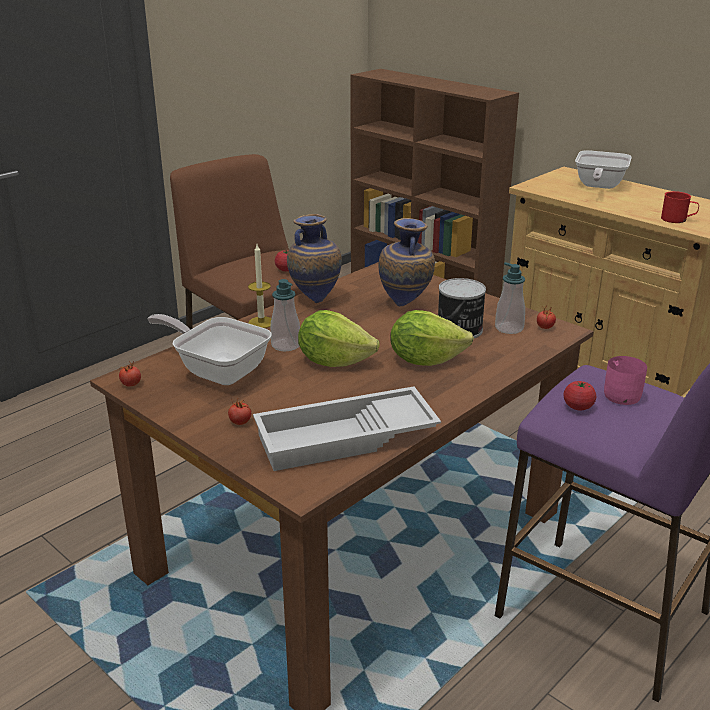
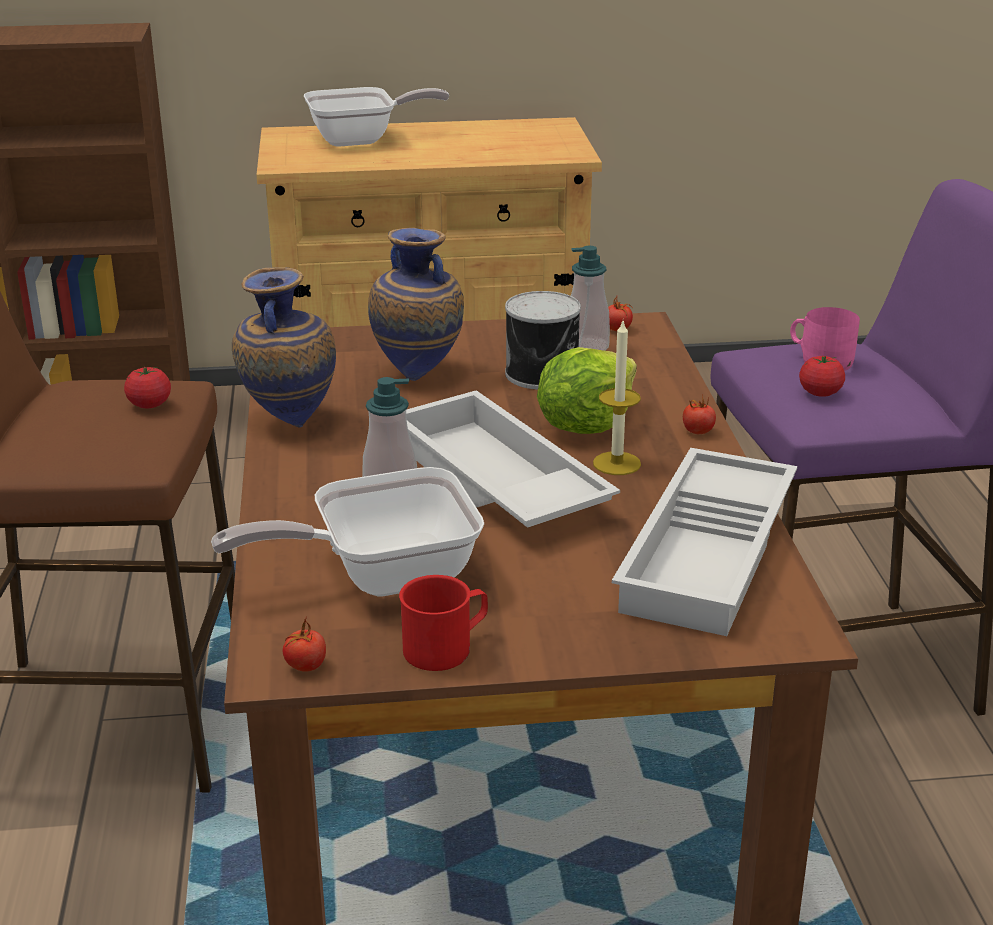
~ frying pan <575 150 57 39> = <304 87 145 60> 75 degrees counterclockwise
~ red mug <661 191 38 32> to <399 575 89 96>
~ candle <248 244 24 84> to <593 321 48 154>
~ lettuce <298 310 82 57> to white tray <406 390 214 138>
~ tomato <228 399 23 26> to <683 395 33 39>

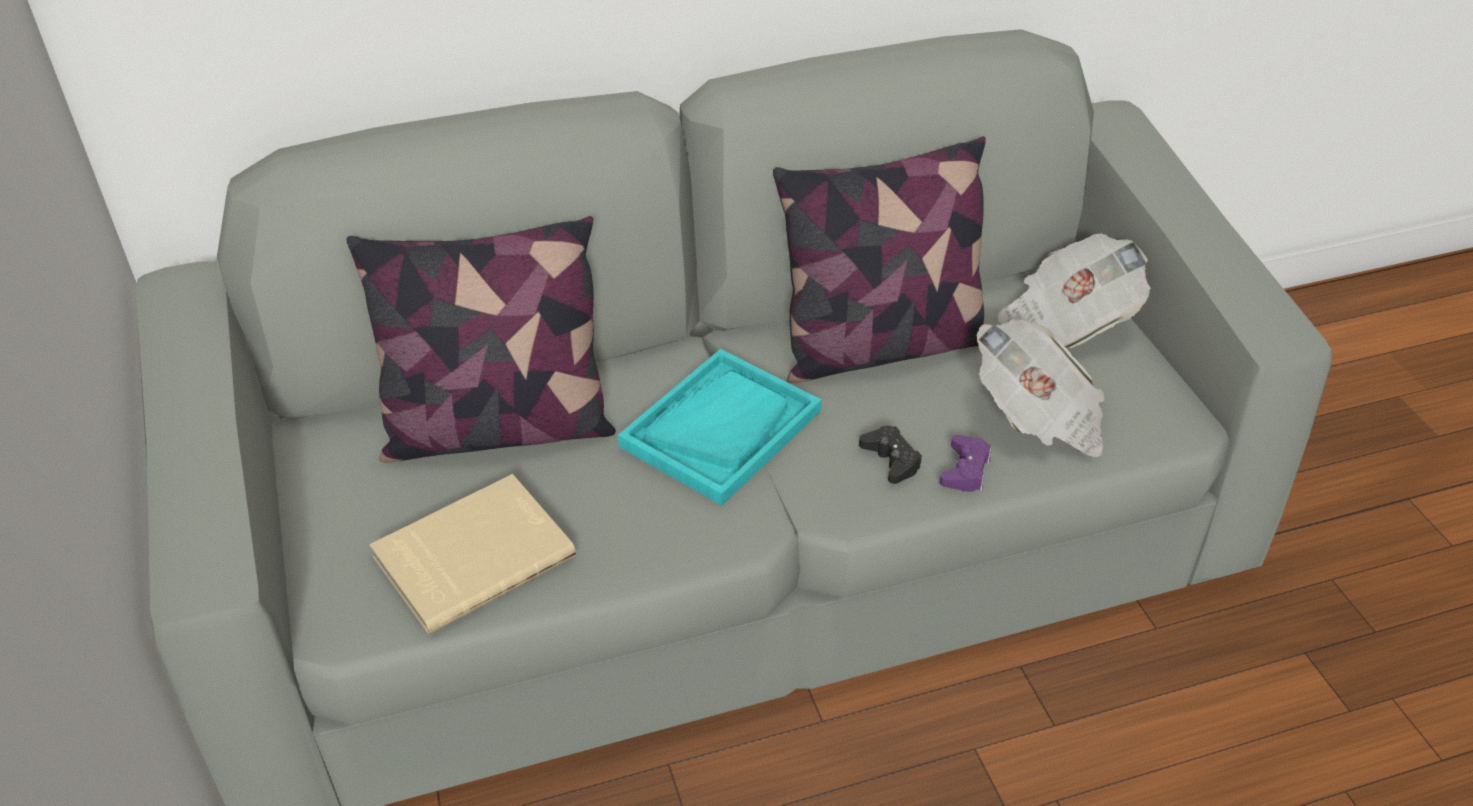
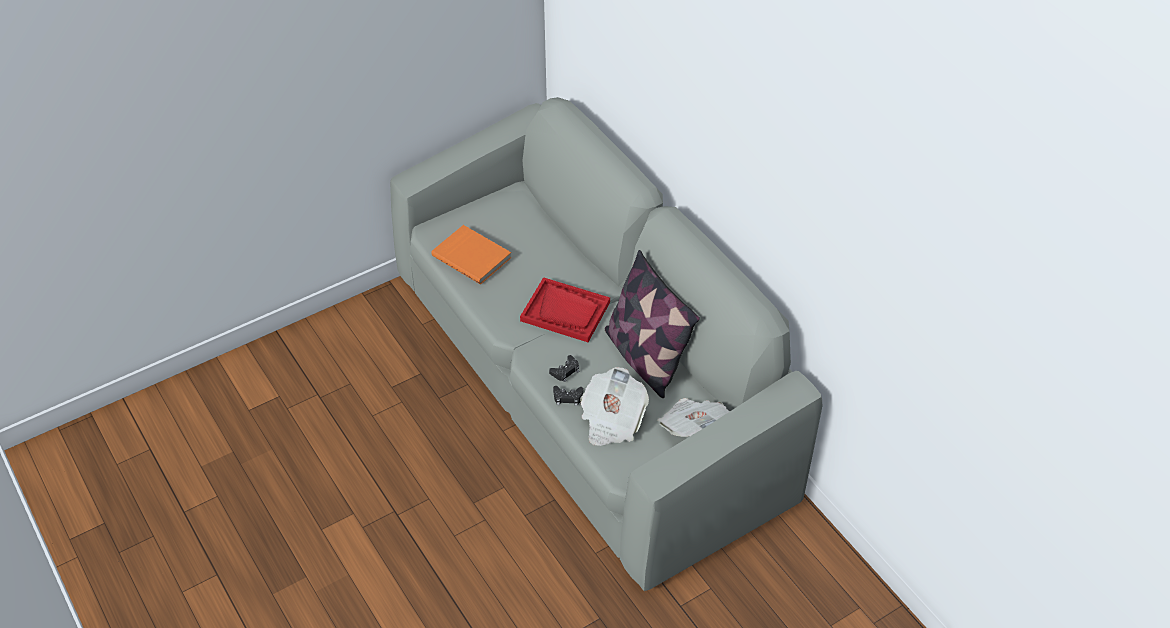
- pillow <347 216 269 247>
~ turquoise tray <618 349 204 157> to red tray <520 277 90 65>
~ purple game controller <940 435 51 57> to black game controller <553 386 31 20>
~ beige book <370 474 206 160> to orange book <431 225 81 59>

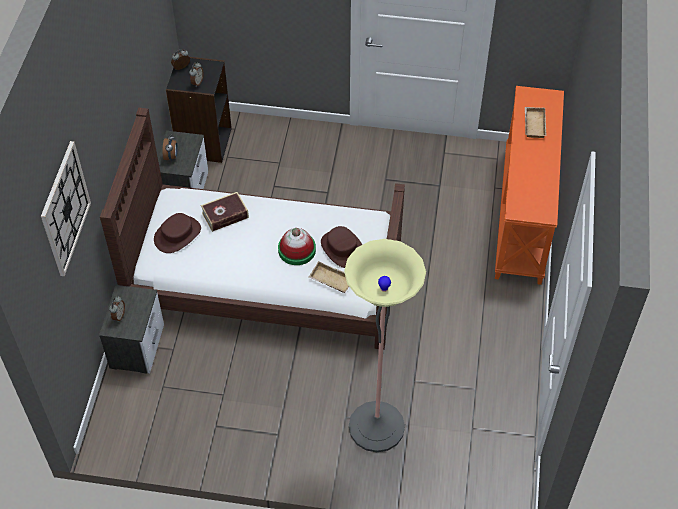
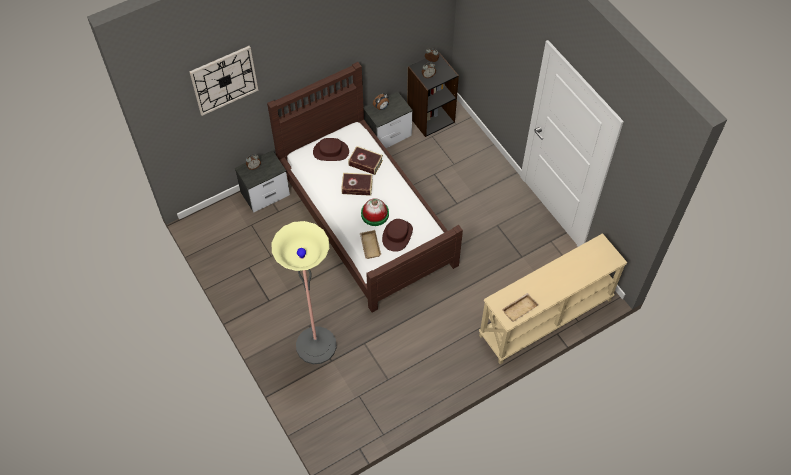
~ orange console table <495 86 69 199> to beige console table <479 233 148 131>
~ beige tray <525 107 21 31> to <502 293 36 29>
+ book <341 173 32 23>

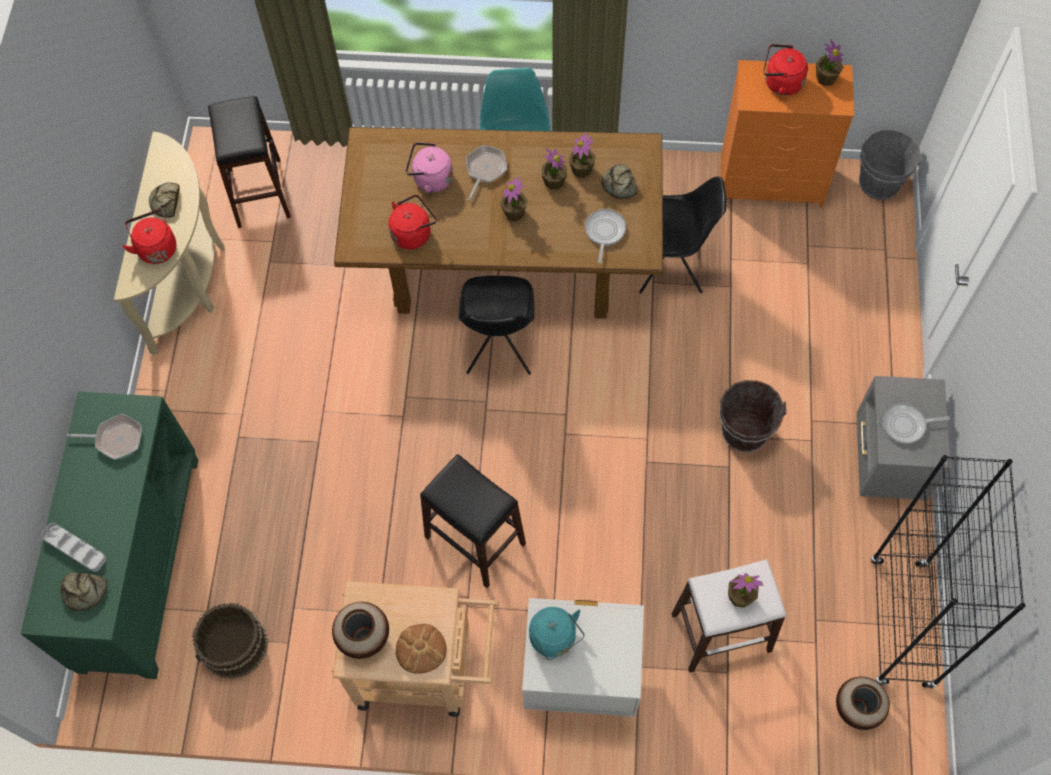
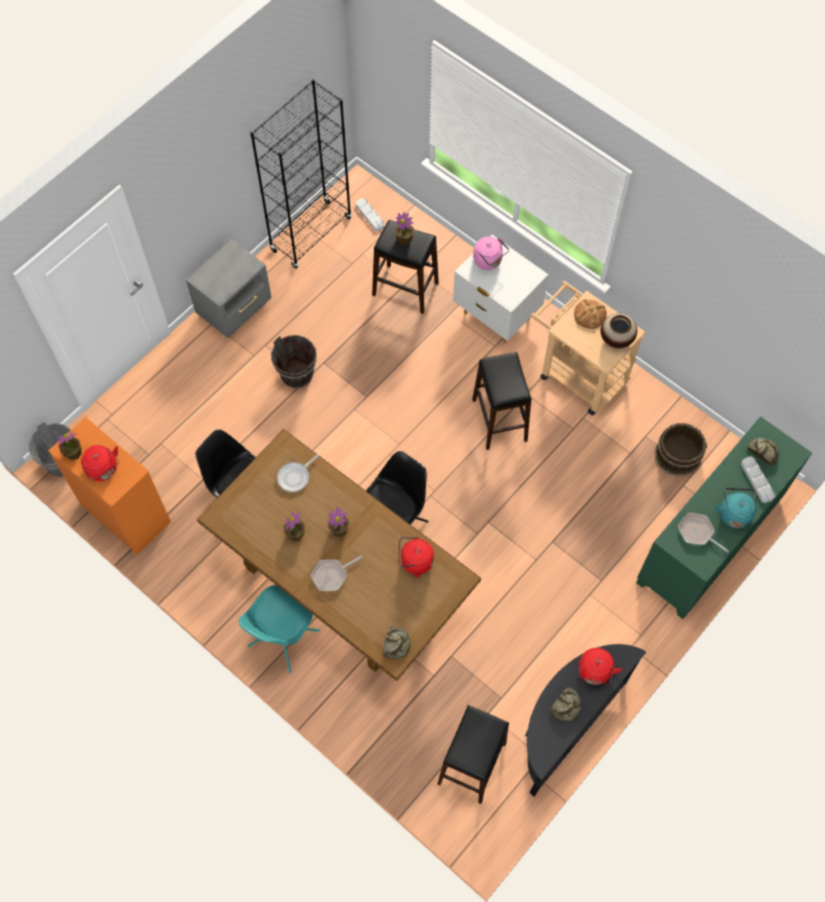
~ beige console table <114 132 111 223> to black console table <525 644 121 153>
- potted plant <569 132 27 46>
~ pink kettle <406 142 47 51> to <473 236 36 34>
~ bread <601 164 36 35> to <383 626 27 33>
- frying pan <883 403 67 41>
~ white stool <672 559 114 114> to black stool <372 220 67 94>
~ turquoise kettle <529 607 55 53> to <715 488 42 40>
~ vase <836 677 54 53> to grey tray <356 198 29 34>

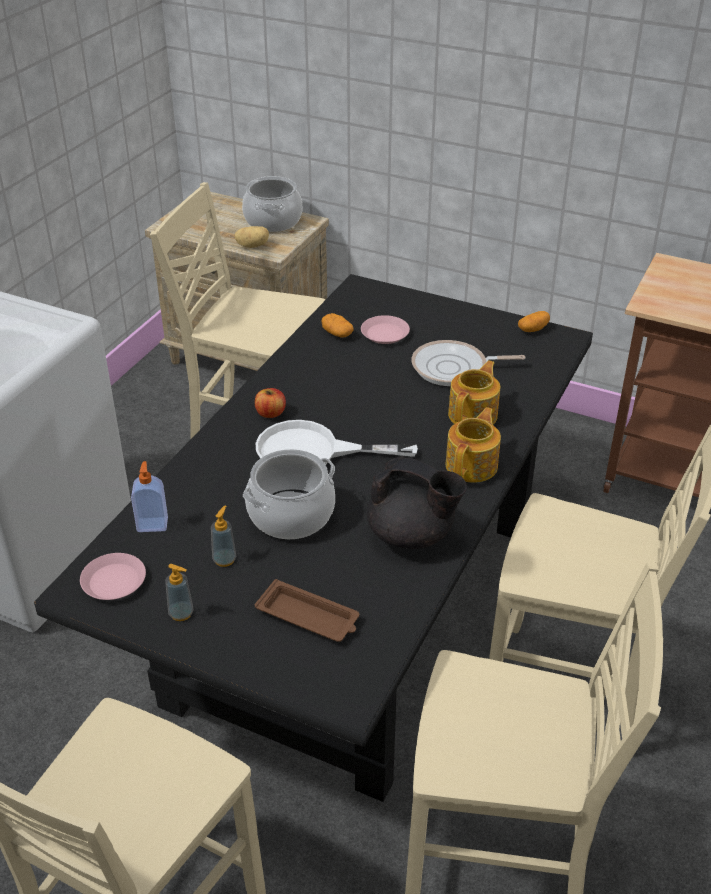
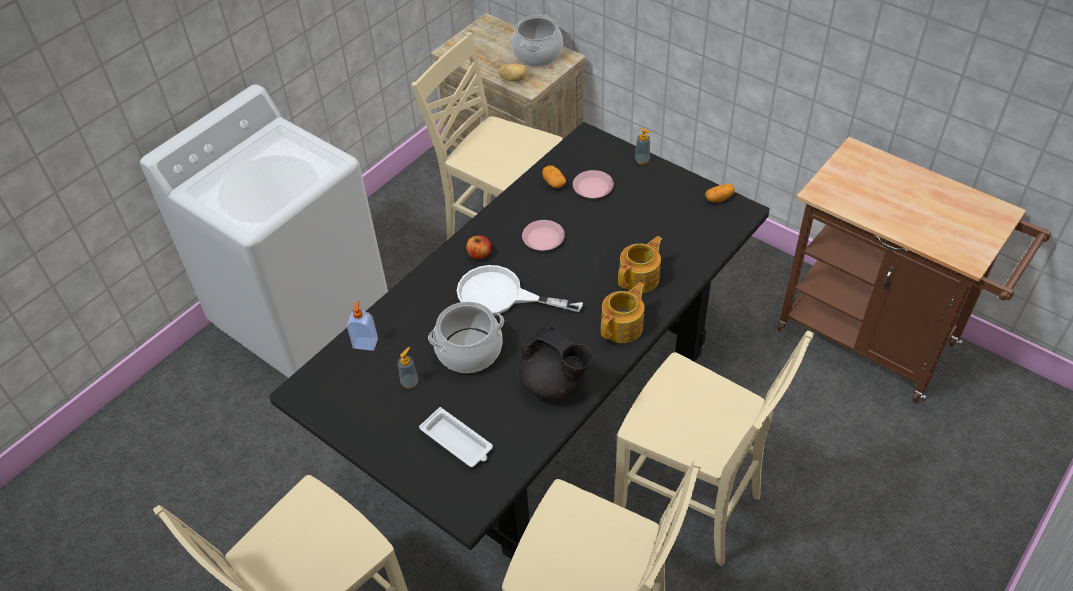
- frying pan <411 340 114 46>
~ pink plate <80 553 66 47> to <522 220 43 31>
~ soap dispenser <165 564 28 57> to <635 128 16 36>
~ brown tray <255 579 104 63> to white tray <419 407 74 60>

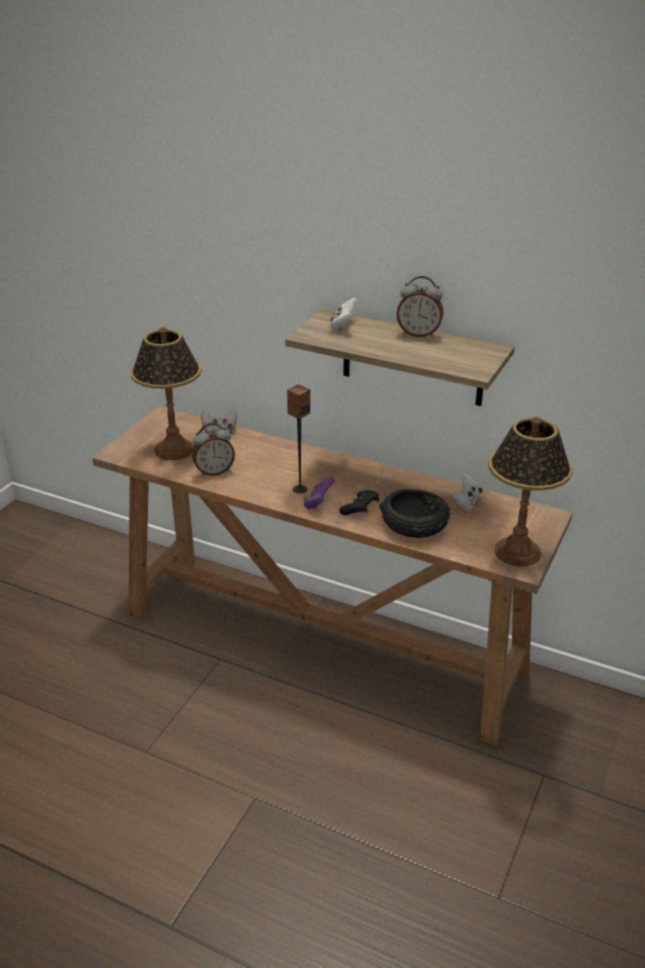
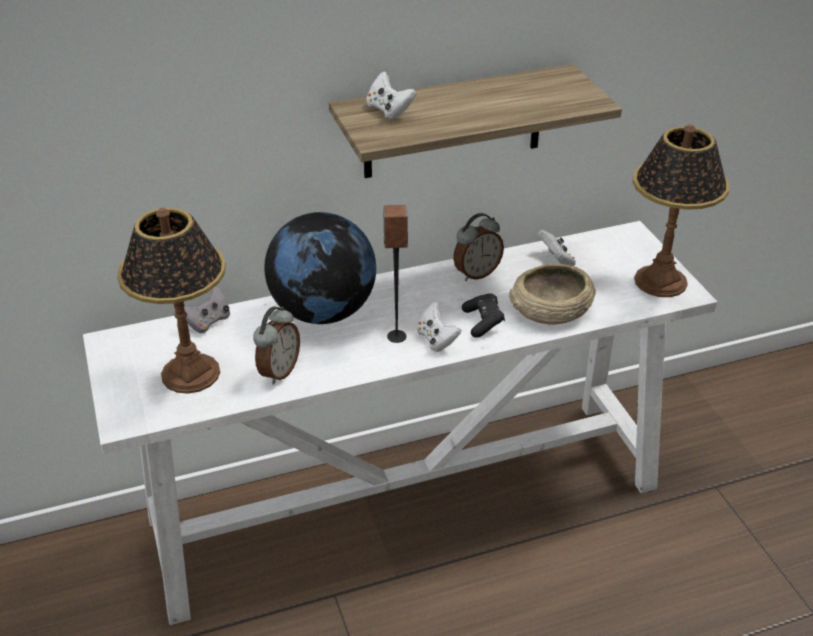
~ alarm clock <397 276 46 61> to <453 213 51 68>
~ brown console table <92 406 481 339> to white console table <83 221 634 404>
~ purple game controller <303 477 32 32> to white game controller <416 302 45 50>
~ black bowl <379 489 71 49> to beige bowl <509 264 87 61>
+ globe <264 212 112 112>

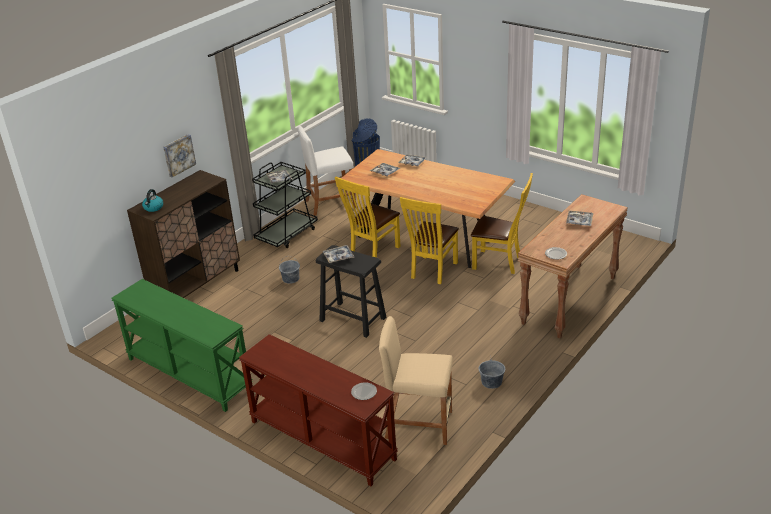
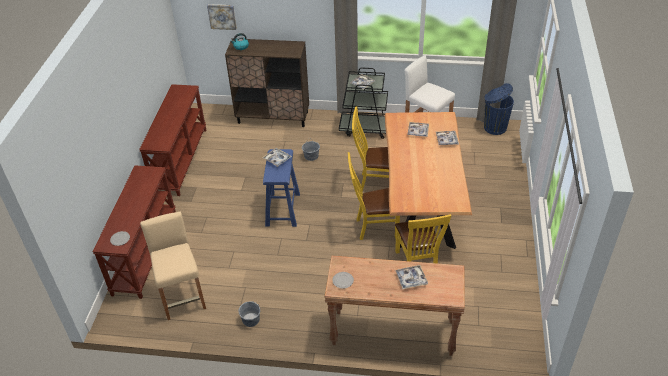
~ picture <163 134 33 43> to <207 4 30 26>
~ black stool <316 245 70 93> to blue stool <263 149 37 78>
~ green console table <111 279 142 133> to brown console table <139 84 67 112>

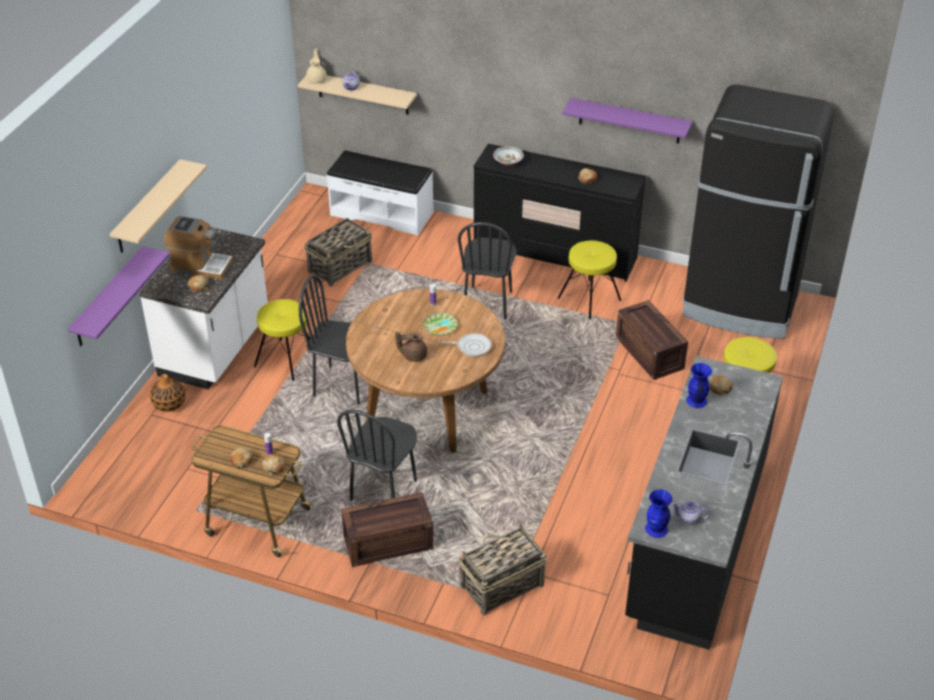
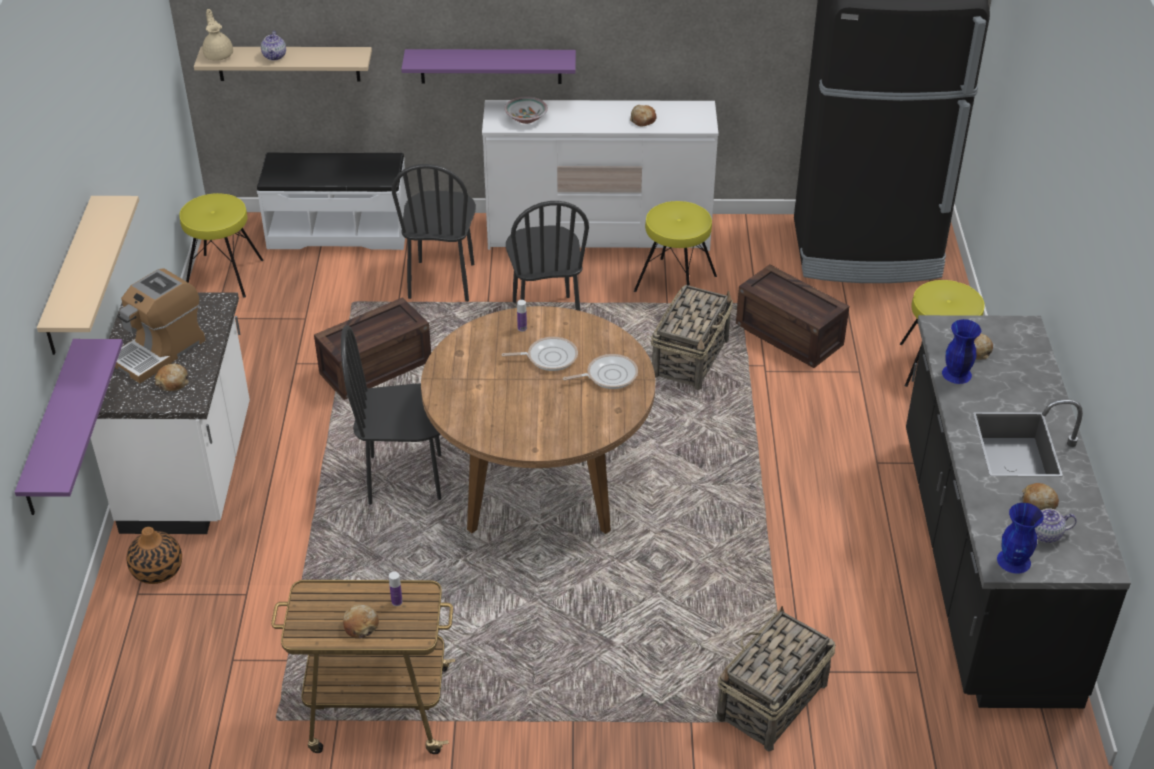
~ purple shelf <562 98 130 46> to <401 49 175 35>
~ black dresser <473 144 173 138> to white dresser <482 100 237 151>
~ coffee machine <164 216 69 64> = <115 268 90 115> 135 degrees clockwise
~ basket <305 218 67 69> to <651 285 82 105>
~ yellow stool <254 299 57 82> to <179 193 85 105>
~ plate <423 312 35 23> to frying pan <502 337 76 34>
- brown teapot <396 332 31 30>
~ black chair <337 410 80 91> to <392 164 84 138>
~ bread <262 454 23 21> to <1022 483 37 27>
~ crate <341 492 93 75> to <314 297 117 103>

